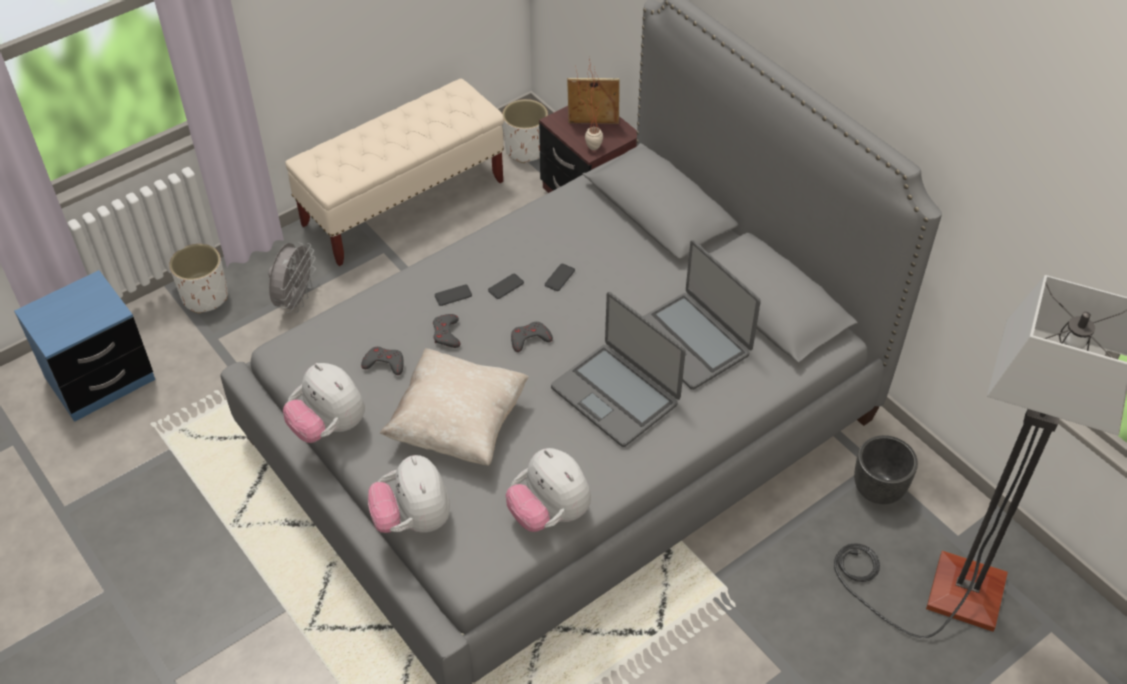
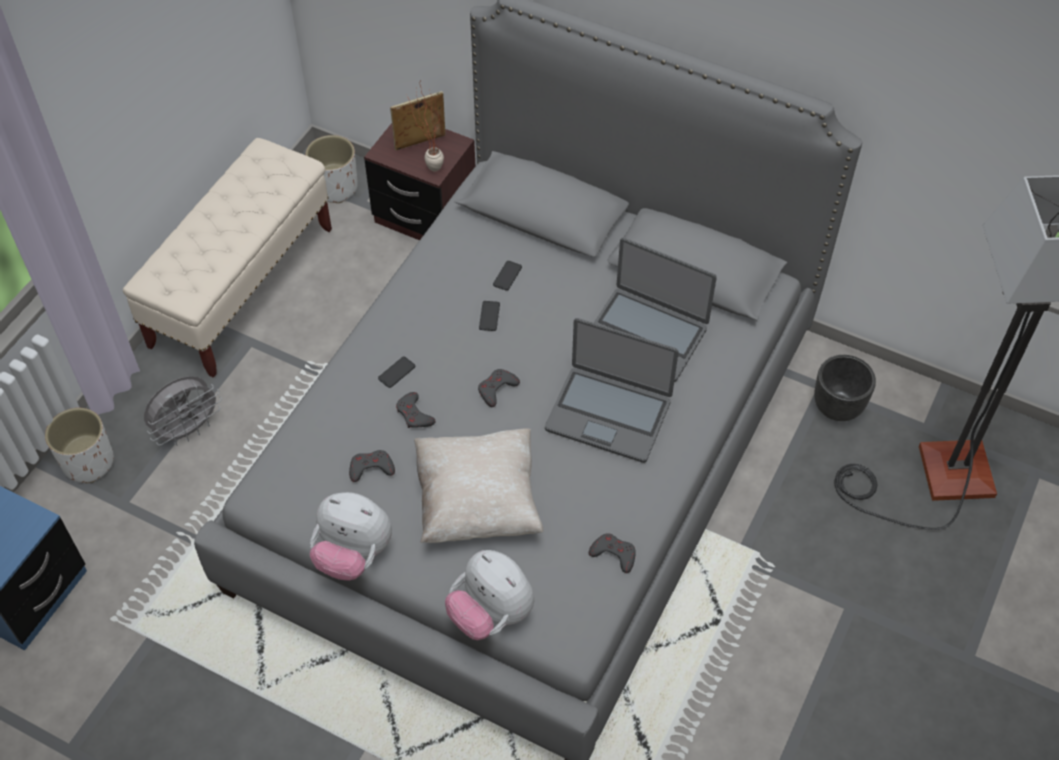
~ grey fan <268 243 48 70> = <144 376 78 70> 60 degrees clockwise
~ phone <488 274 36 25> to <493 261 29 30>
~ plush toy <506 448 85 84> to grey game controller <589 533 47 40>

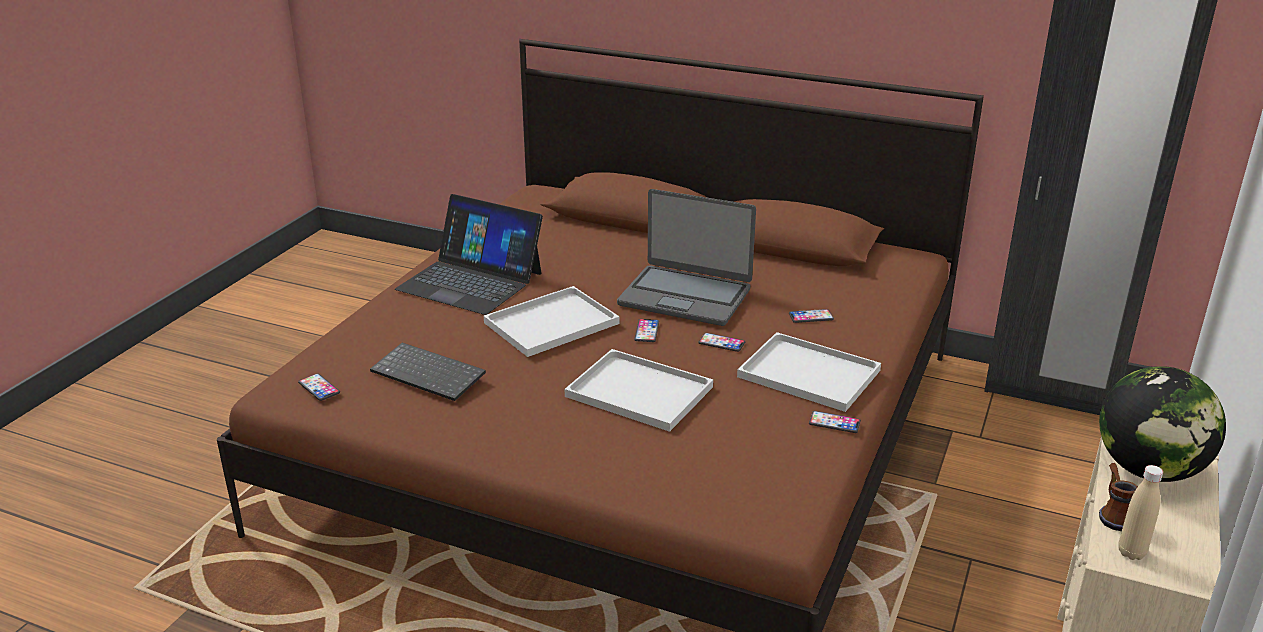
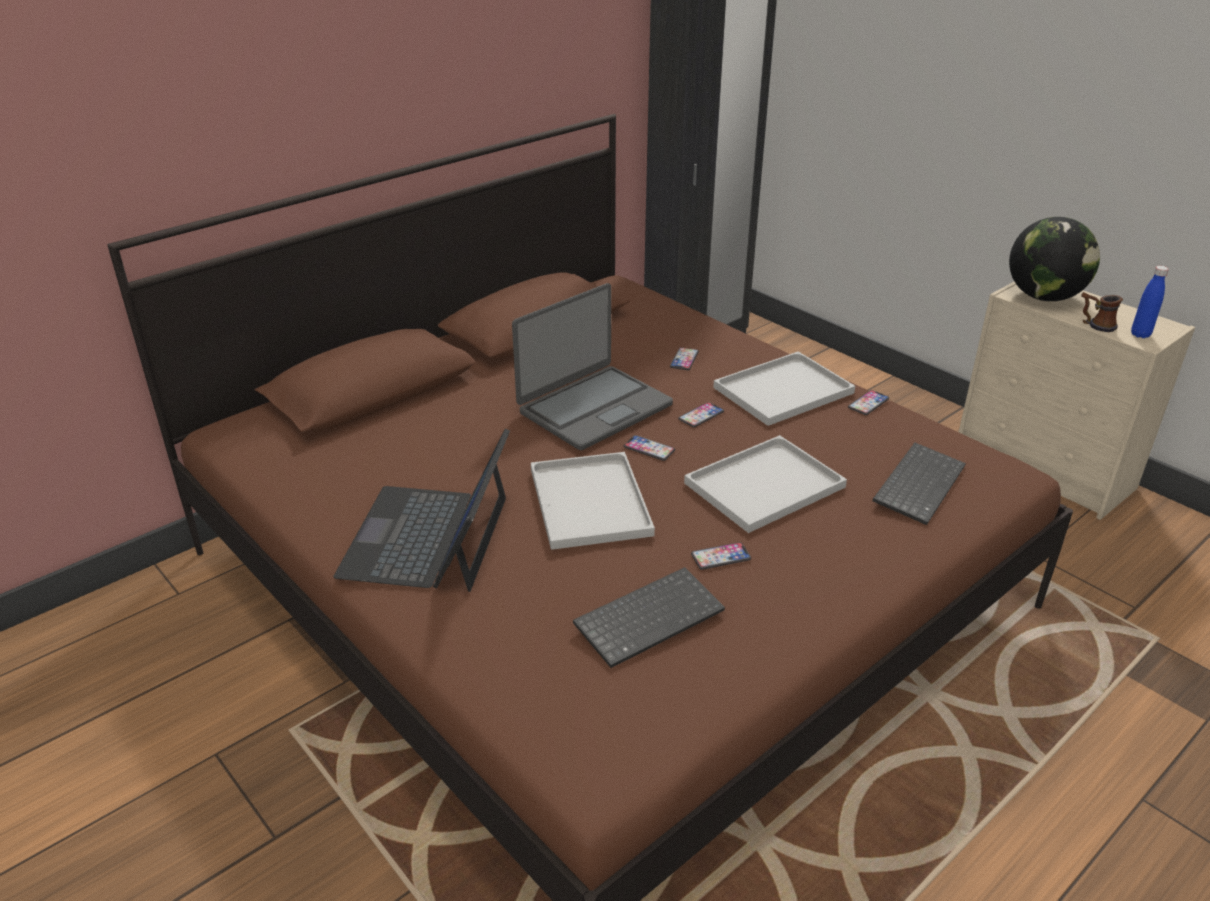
~ laptop <395 194 148 121> = <334 428 176 164> 135 degrees clockwise
~ phone <298 373 42 28> to <691 542 60 28>
~ beige bottle <1119 465 44 95> to blue bottle <1131 266 38 72>
+ keyboard <872 442 94 83>

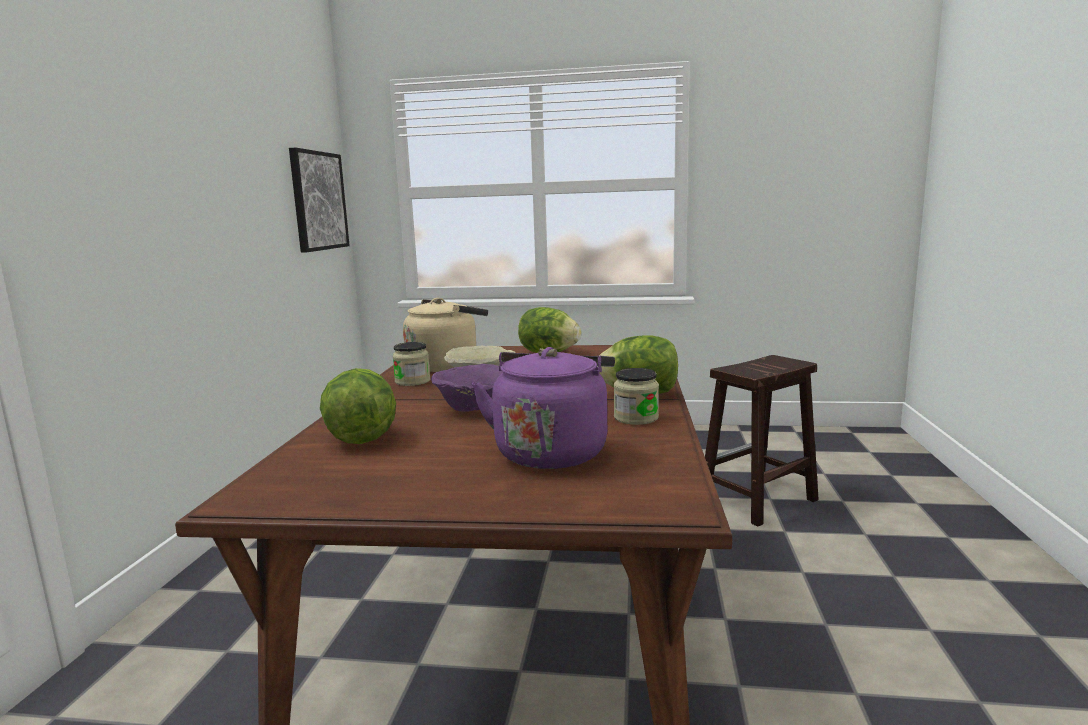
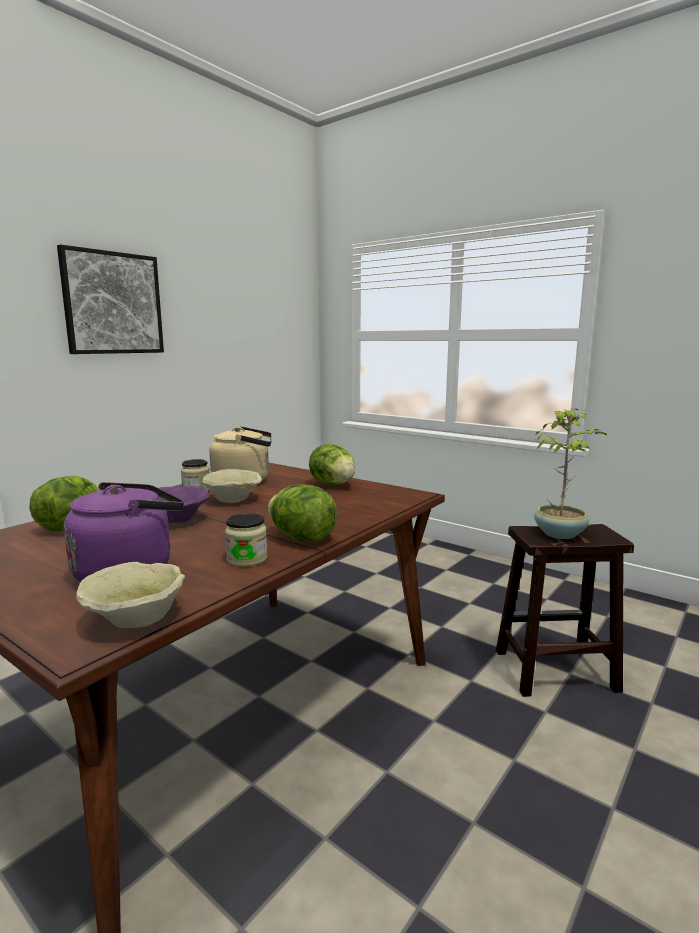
~ picture <289 148 61 105> to <57 244 107 110>
+ potted plant <534 408 74 131>
+ beige bowl <76 562 109 66>

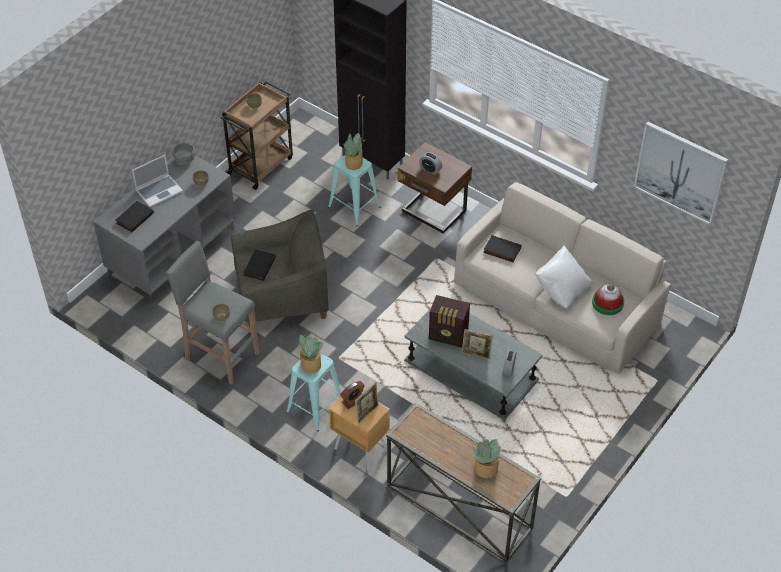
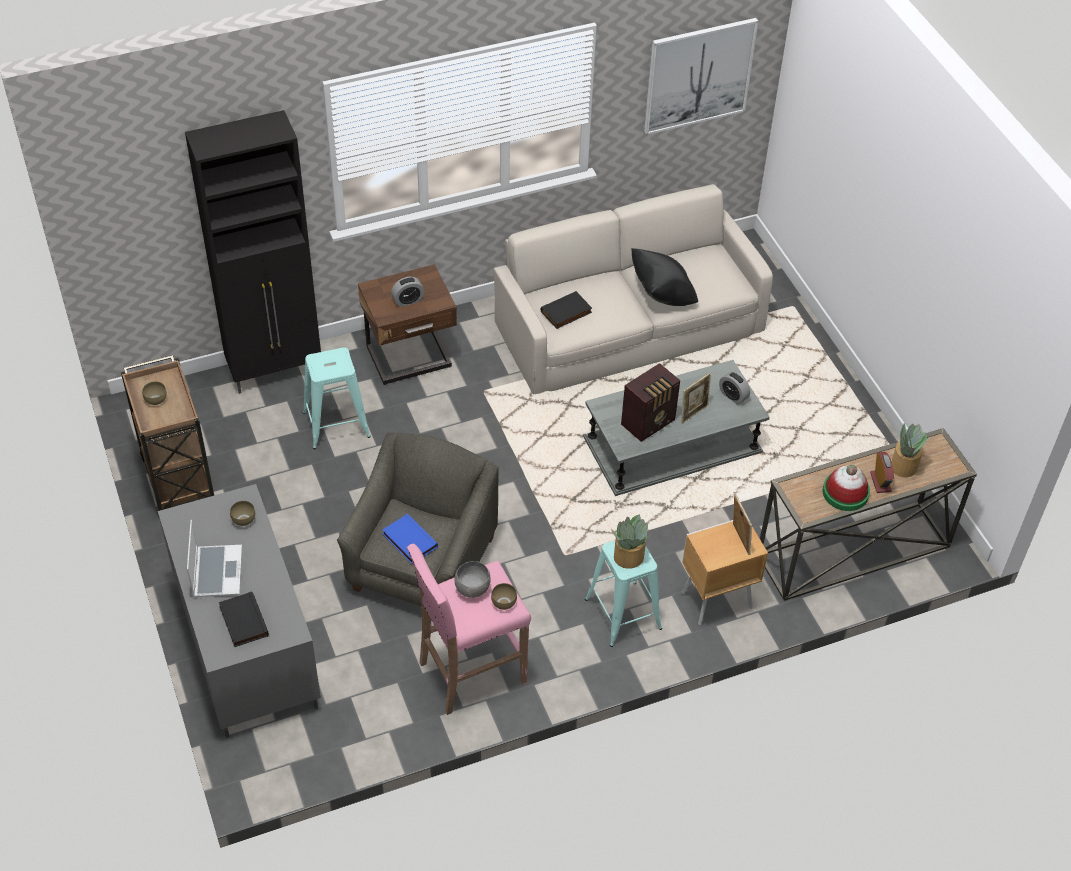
- potted plant <343 133 20 37>
~ grey bowl <173 143 22 22> to <454 561 37 37>
~ grey stool <165 241 94 144> to pink stool <407 544 124 171>
~ white pillow <535 245 59 63> to black pillow <631 248 67 58>
~ black book <243 249 33 32> to blue book <382 514 56 50>
~ hat <592 284 32 31> to <823 465 47 46>
~ alarm clock <340 381 25 28> to <870 452 24 41>

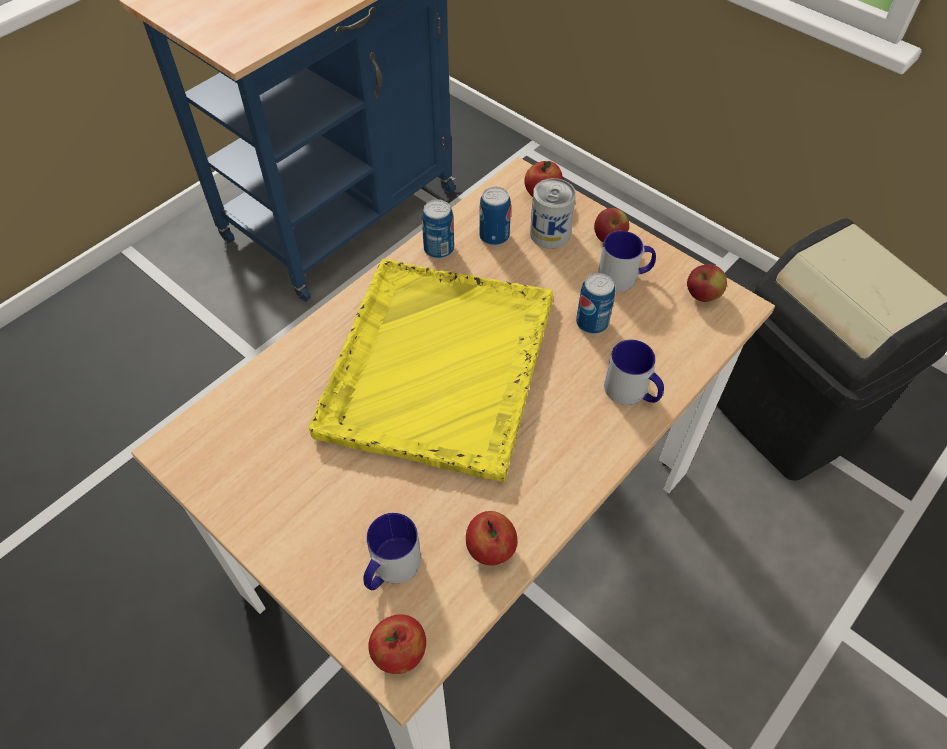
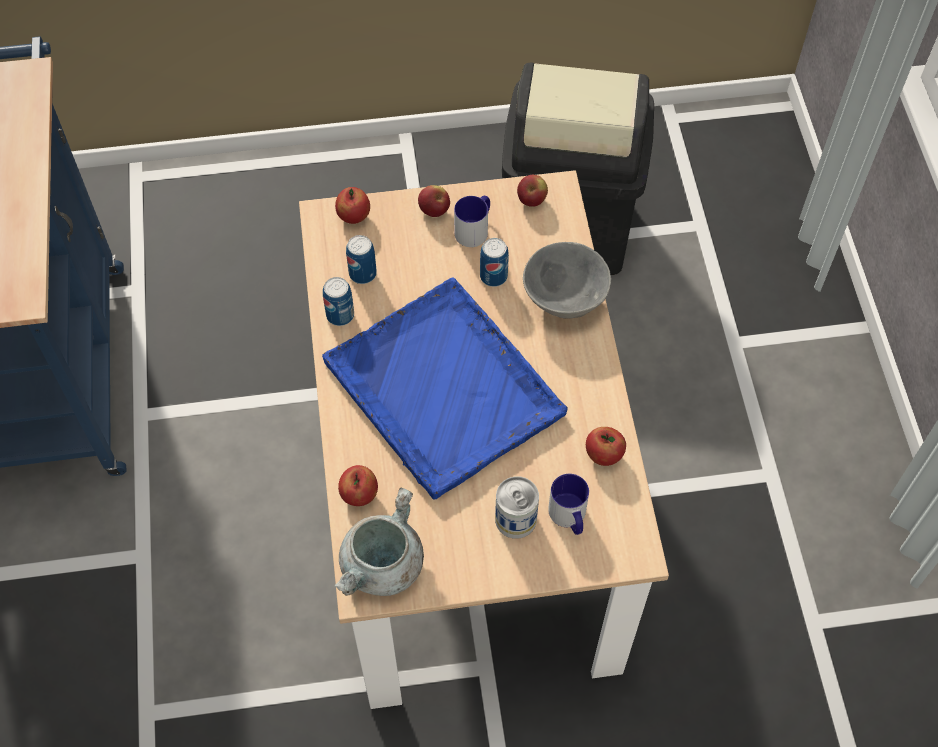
~ can <530 178 46 71> to <495 476 44 63>
~ yellow tray <309 259 244 223> to blue tray <322 278 246 221>
~ mug <604 339 60 66> to grey bowl <523 242 88 77>
~ apple <368 614 58 60> to <338 465 40 41>
+ grey cooking pot <335 487 89 109>

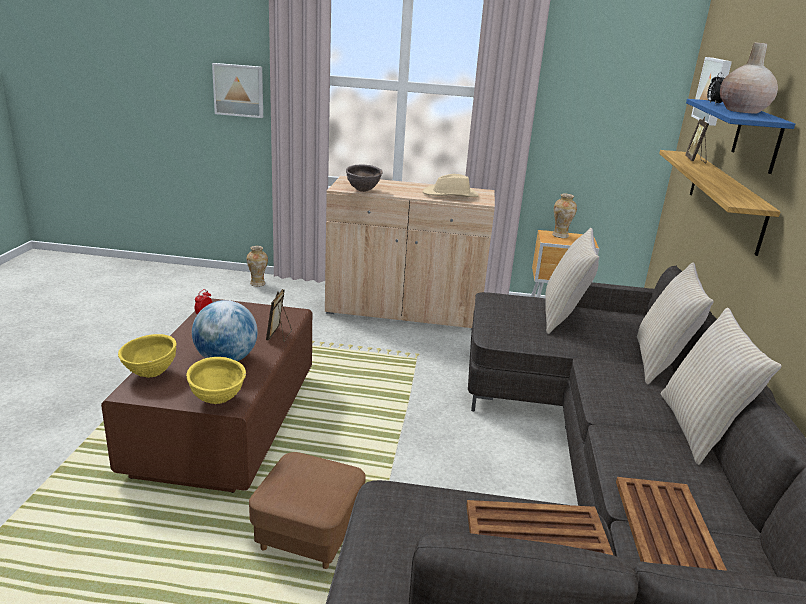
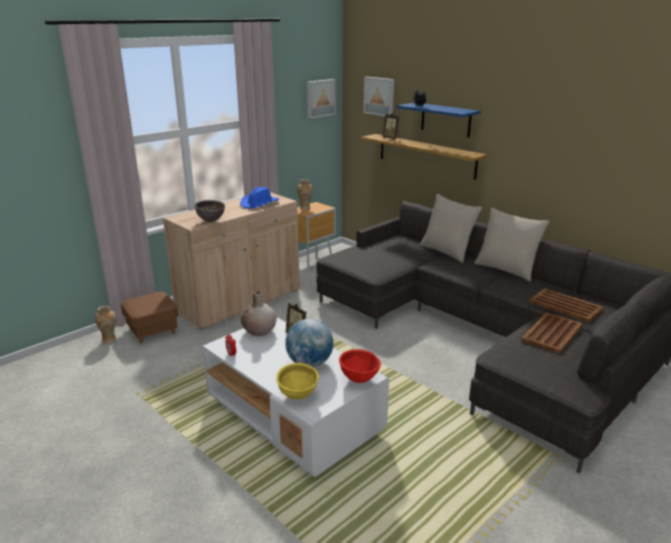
~ beige vase <720 43 58 70> to <241 291 36 45>
~ picture <212 63 51 55> to <307 79 29 39>
~ beige hat <423 174 56 23> to blue hat <240 187 39 21>
- beige pillow <545 228 54 106>
~ brown coffee table <101 298 211 195> to white coffee table <203 318 186 159>
~ yellow bowl <186 357 60 47> to red bowl <339 349 42 34>
~ brown ottoman <249 452 117 117> to <121 292 57 51>

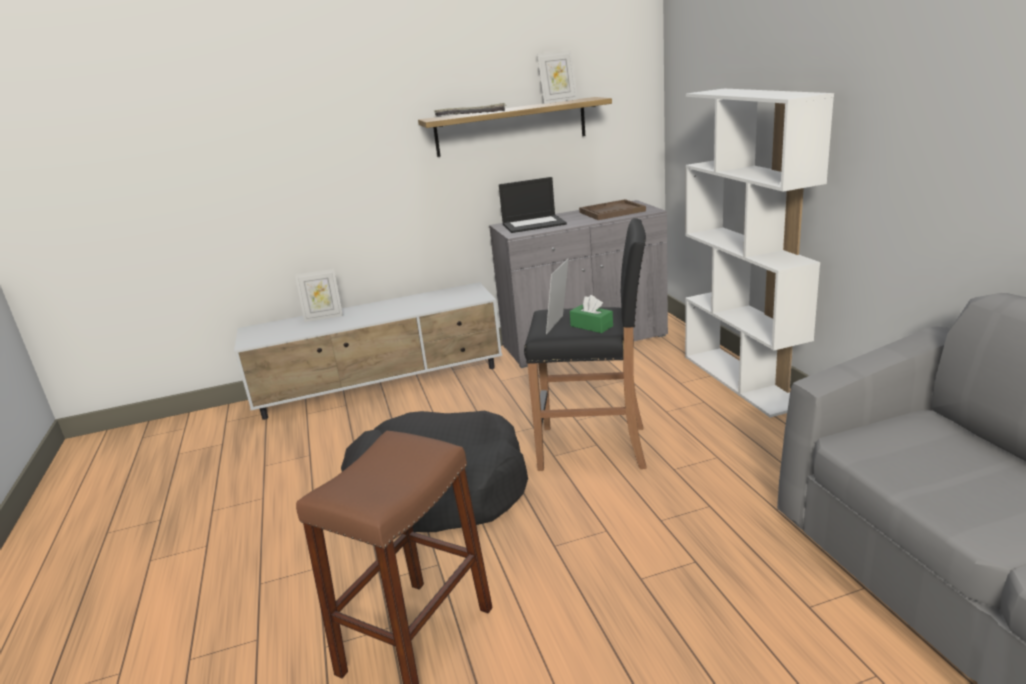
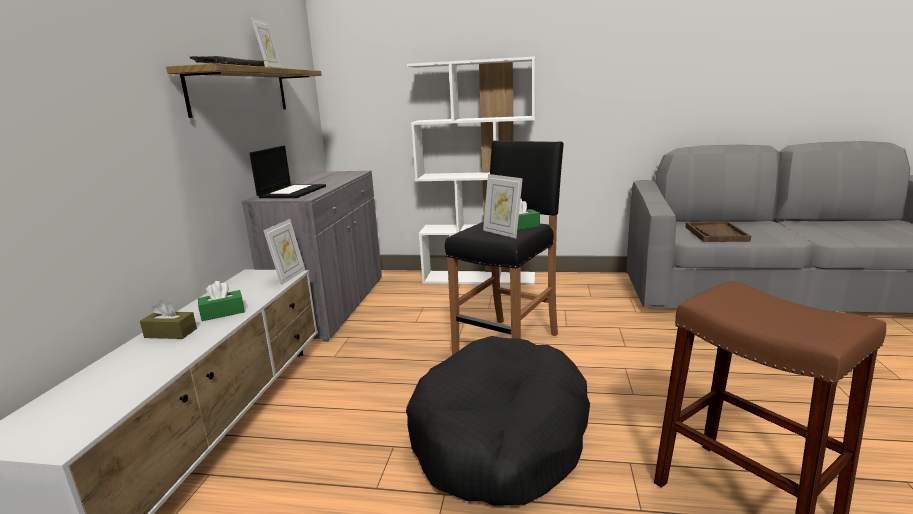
~ brown tray <579 199 67 21> to <686 222 65 20>
~ picture frame <295 269 48 53> to <263 219 42 66>
+ green tissue box <198 281 47 40>
+ brown tissue box <140 300 57 39>

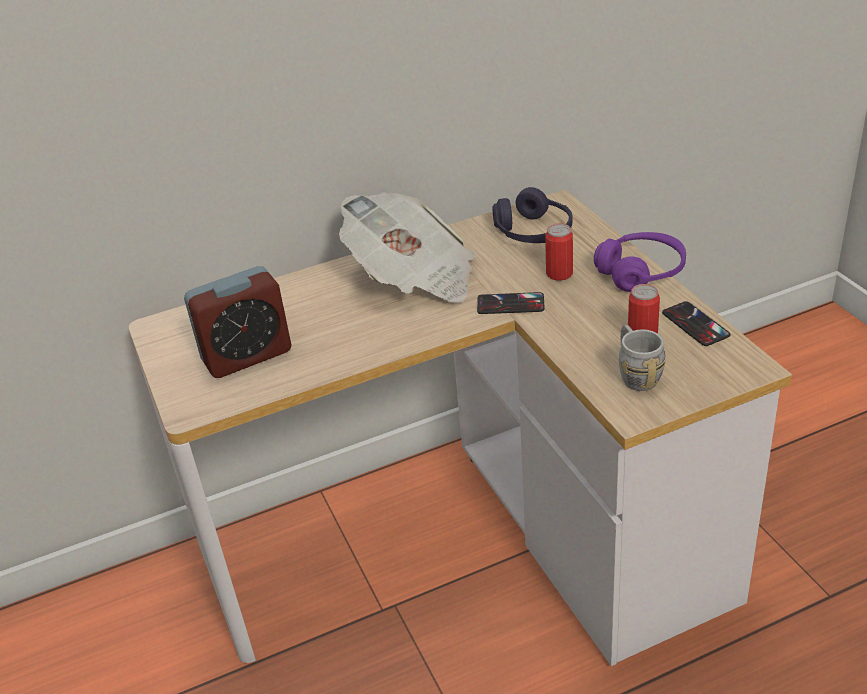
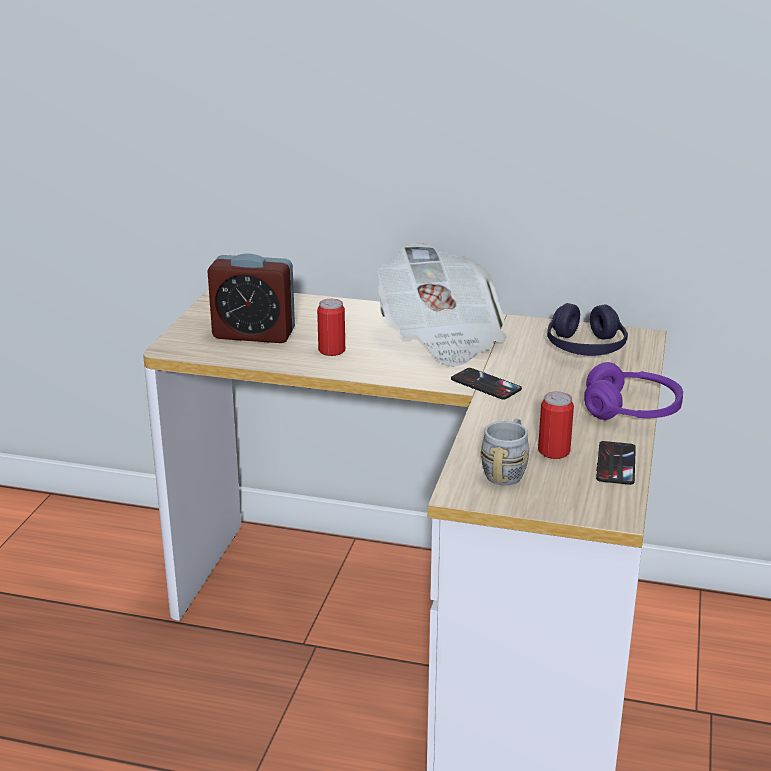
~ can <545 223 28 57> to <317 299 28 57>

